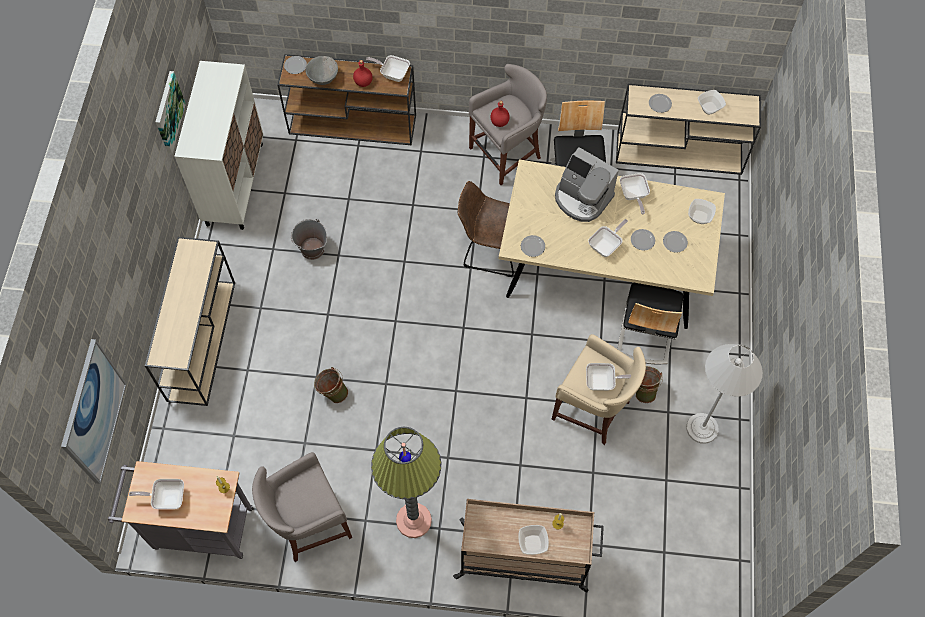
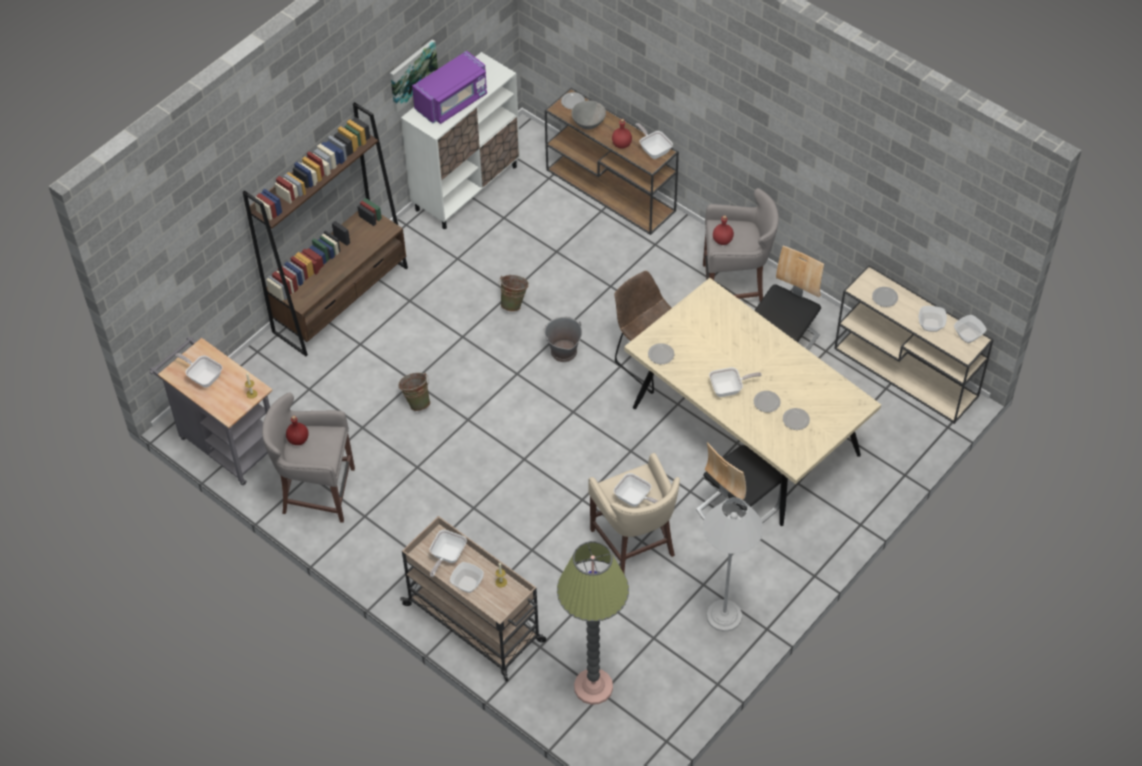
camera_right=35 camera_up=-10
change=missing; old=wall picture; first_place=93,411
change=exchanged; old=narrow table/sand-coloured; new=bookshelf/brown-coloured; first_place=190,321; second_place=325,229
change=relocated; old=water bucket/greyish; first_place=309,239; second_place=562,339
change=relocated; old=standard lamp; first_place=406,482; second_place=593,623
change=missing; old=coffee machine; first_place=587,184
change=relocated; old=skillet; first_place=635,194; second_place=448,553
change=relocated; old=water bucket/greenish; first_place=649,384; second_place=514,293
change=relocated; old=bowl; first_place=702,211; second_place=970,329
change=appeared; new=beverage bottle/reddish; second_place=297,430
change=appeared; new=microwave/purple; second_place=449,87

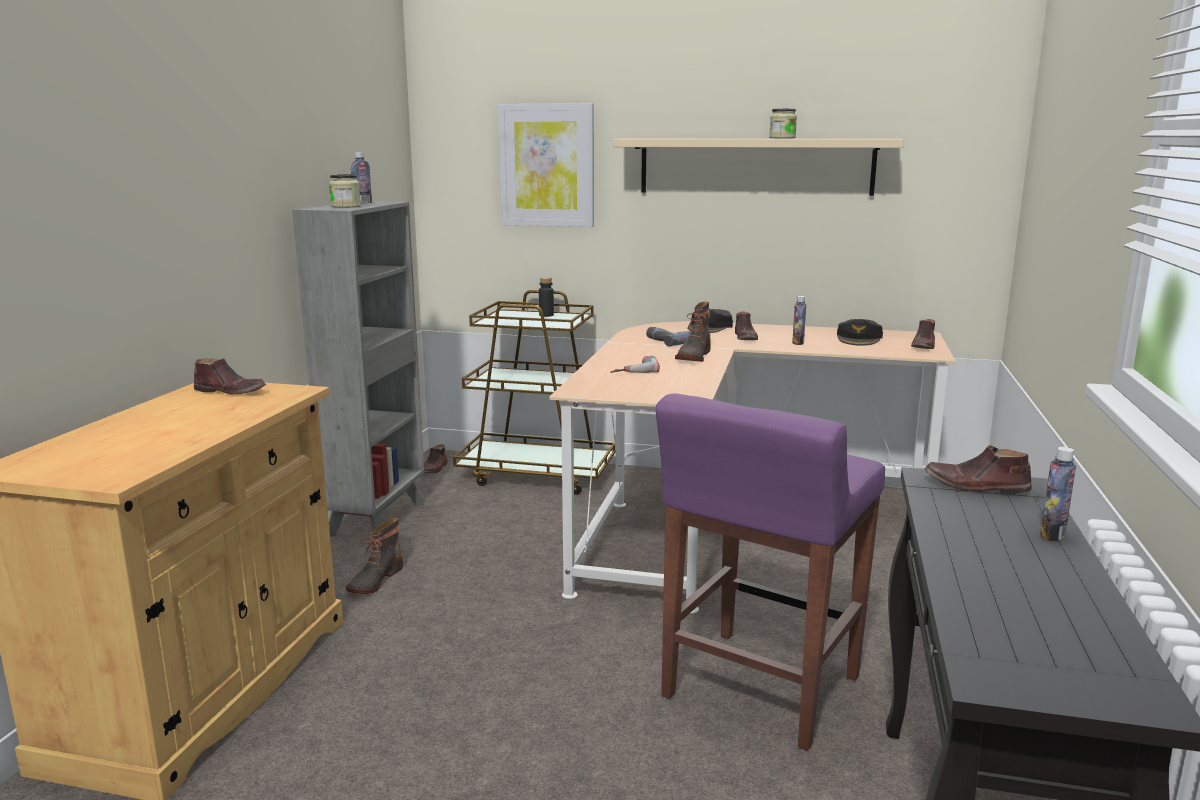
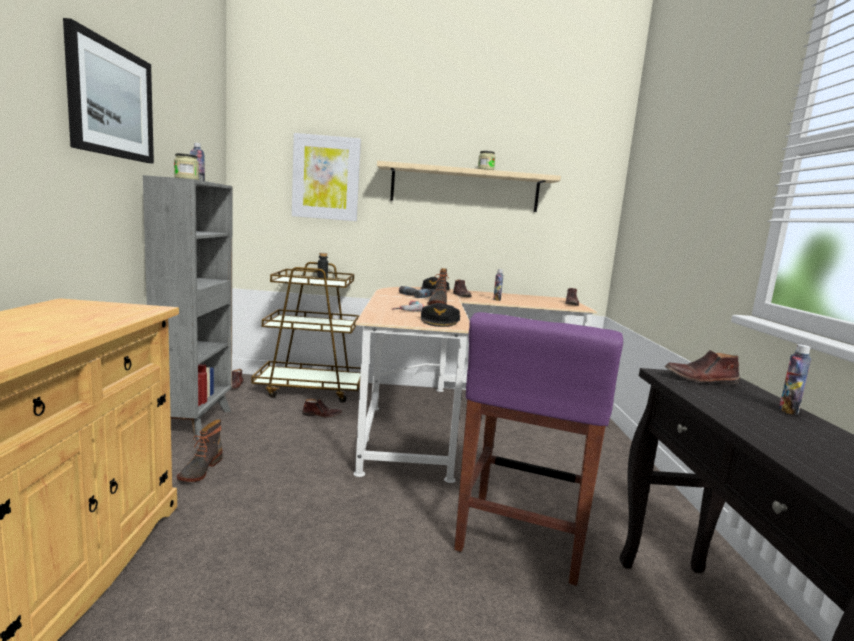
camera_right=-15 camera_up=-5
change=relocated; old=item of footwear/brown-coloured; first_place=230,376; second_place=322,408
change=relocated; old=cap/black-coloured; first_place=860,332; second_place=440,315
change=appeared; new=wall picture; second_place=108,91

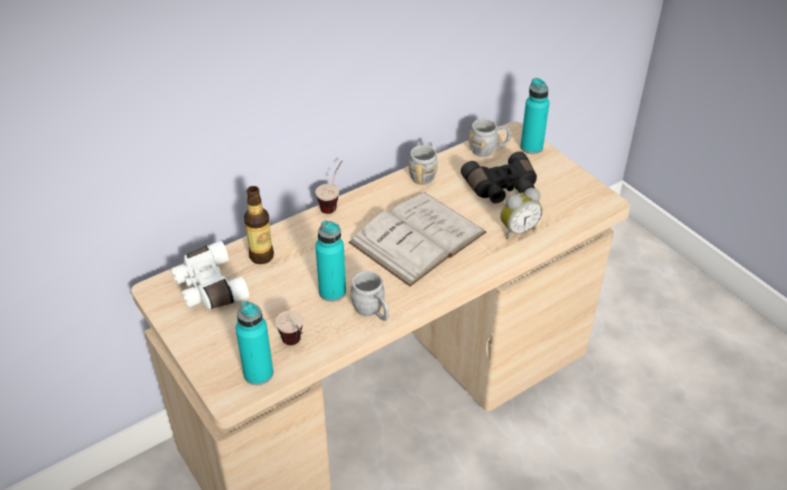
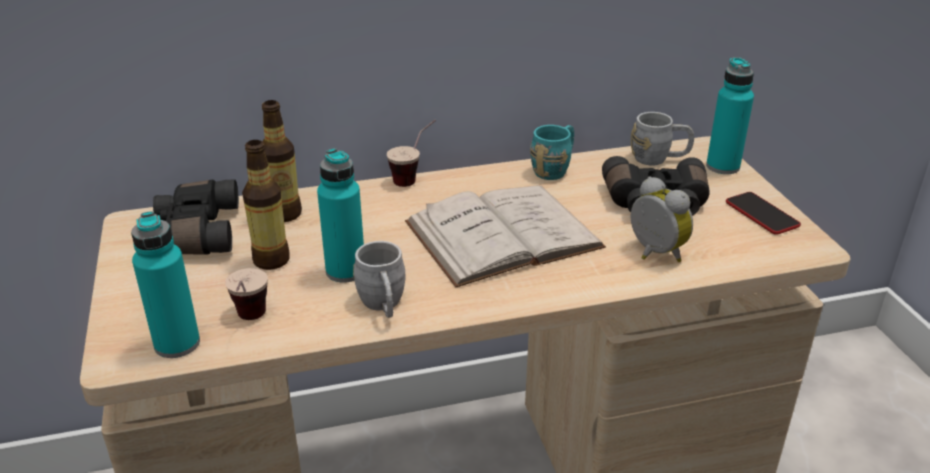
camera_right=20 camera_up=-10
change=colour; old=pair of binoculars/whitish; new=pair of binoculars/black-coloured; first_place=210,275; second_place=196,217
change=colour; old=tea mug/greyish; new=tea mug/turquoise-coloured; first_place=423,163; second_place=552,152
change=spun; old=bedside clock; first_place=521,213; second_place=662,219; degrees=-120
change=appeared; new=beverage bottle; second_place=266,205
change=appeared; new=handset; second_place=763,213

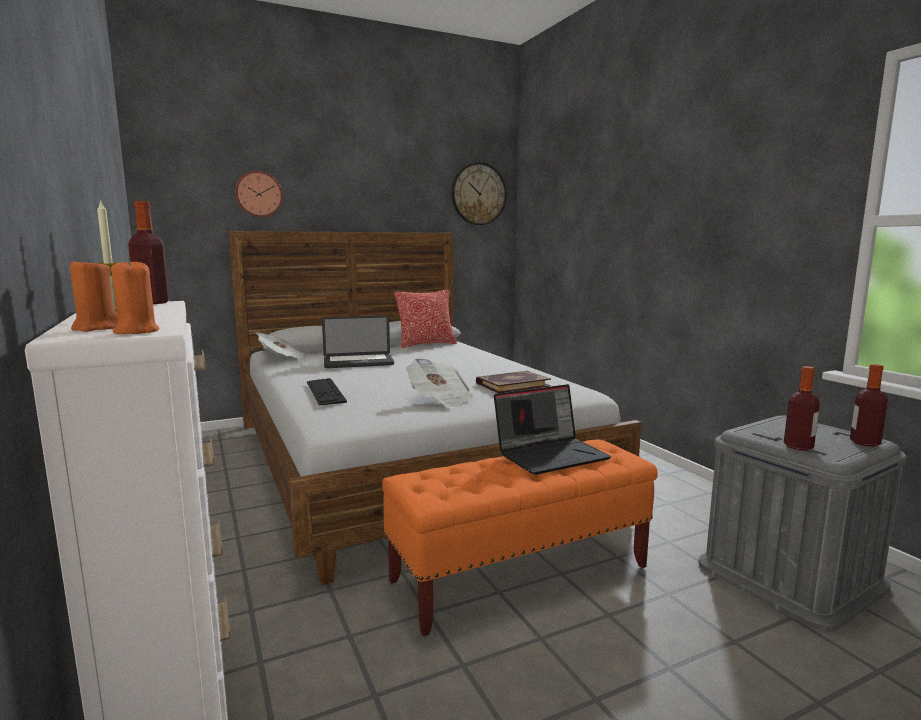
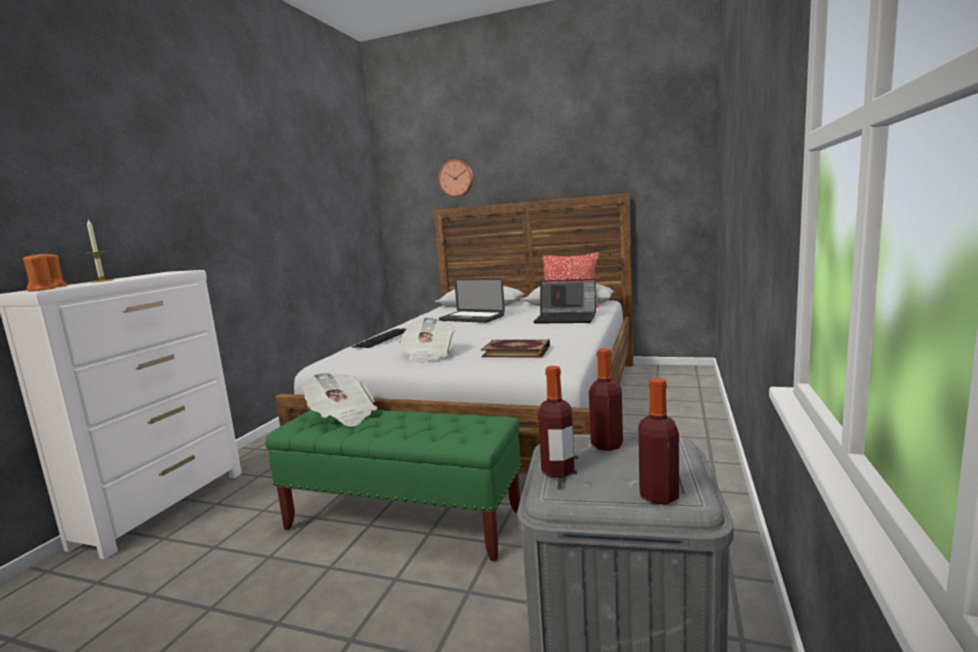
camera_right=45 camera_up=0
change=relocated; old=beverage bottle; first_place=149,252; second_place=606,399
change=relocated; old=daily paper; first_place=281,346; second_place=339,399
change=colour; old=indoor bench/orange-coloured; new=indoor bench/greenish; first_place=520,538; second_place=393,486
change=missing; old=clock on the wall; first_place=479,193
change=relocated; old=portable computer; first_place=552,429; second_place=564,301

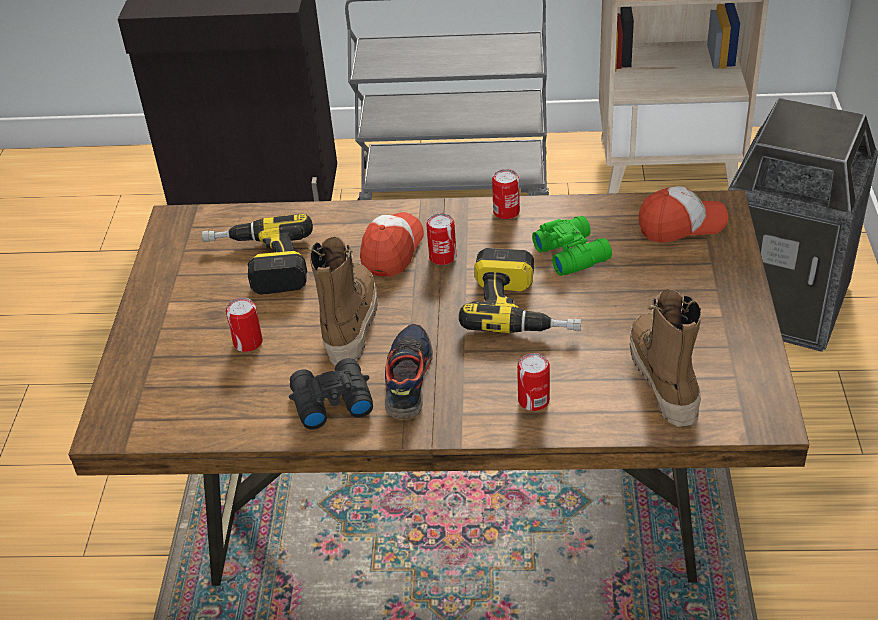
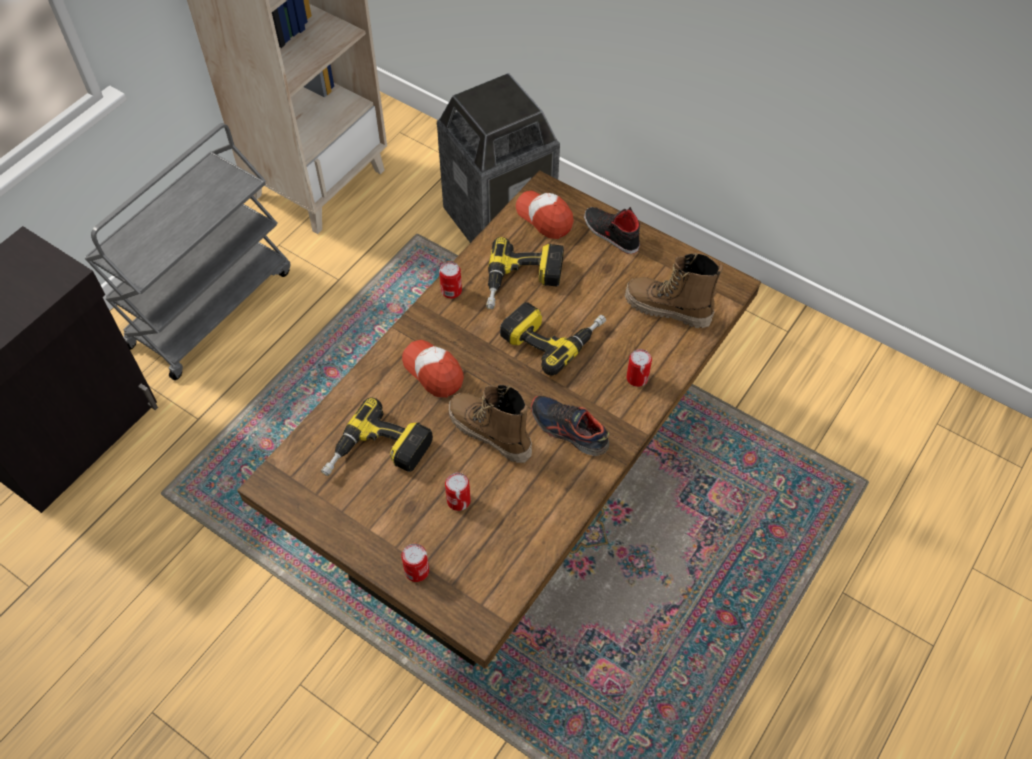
camera_right=-60 camera_up=15
change=missing; old=pair of binoculars/black-coloured; first_place=331,394
change=relocated; old=sealed can; first_place=441,239; second_place=415,563
change=exchanged; old=pair of binoculars/greenish; new=drill; first_place=572,246; second_place=525,273
change=spun; old=cap; first_place=683,214; second_place=545,215; degrees=-60
change=appeared; new=item of footwear/black-coloured; second_place=612,230

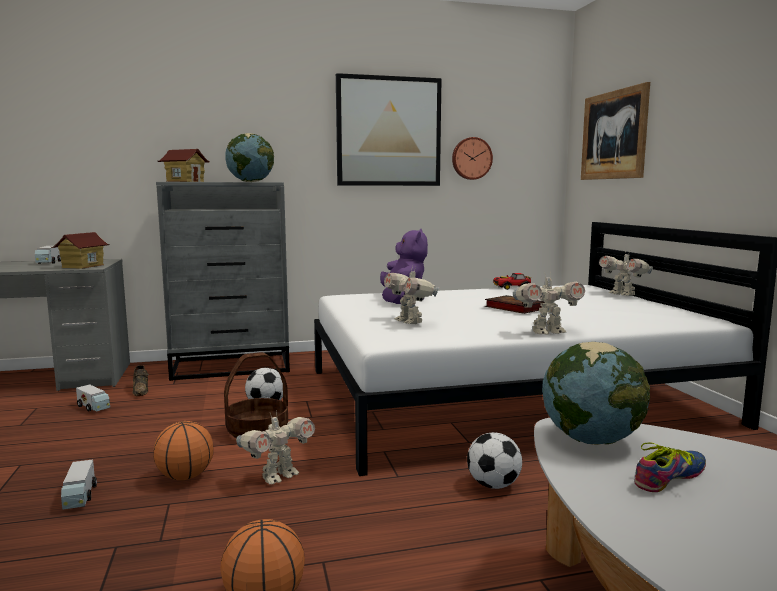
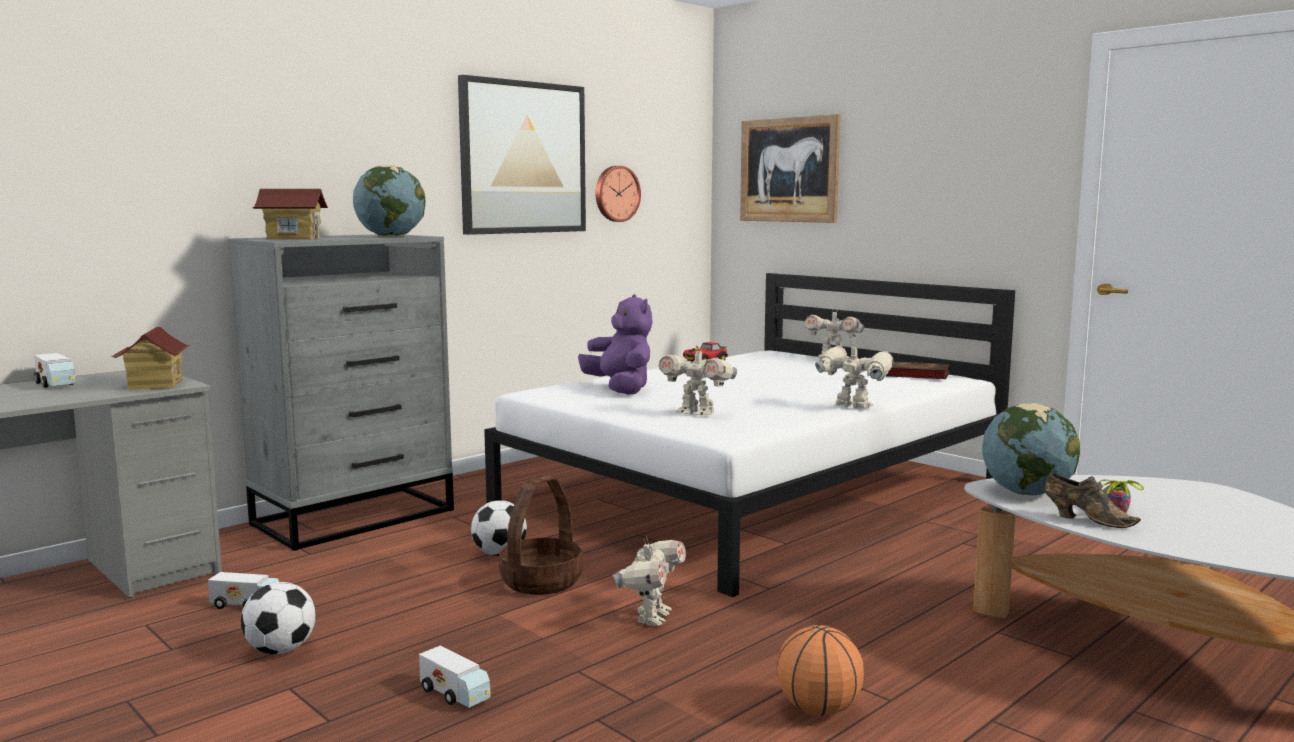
camera_right=-30 camera_up=0
change=relocated; old=item of footwear/brown-coloured; first_place=140,380; second_place=1092,500
change=missing; old=ball for basketball; first_place=183,450
change=relocated; old=ball for football; first_place=494,460; second_place=278,618
change=relocated; old=volume; first_place=515,304; second_place=918,370
change=spun; old=toy robot; first_place=549,302; second_place=854,375; degrees=-105

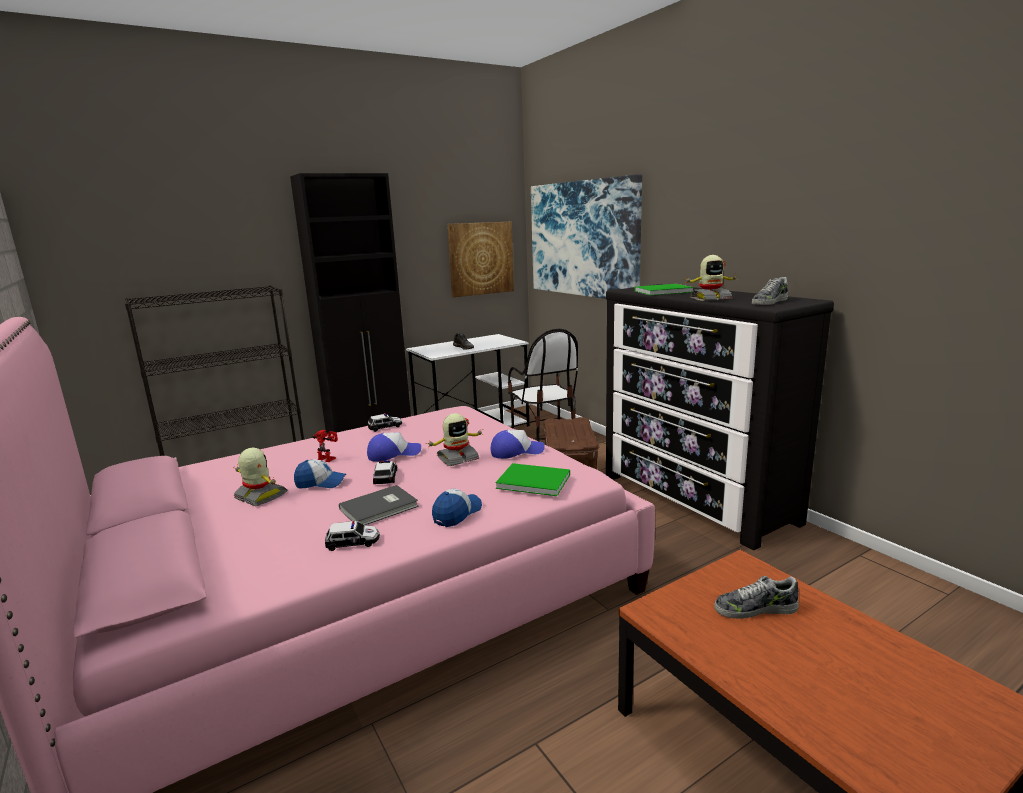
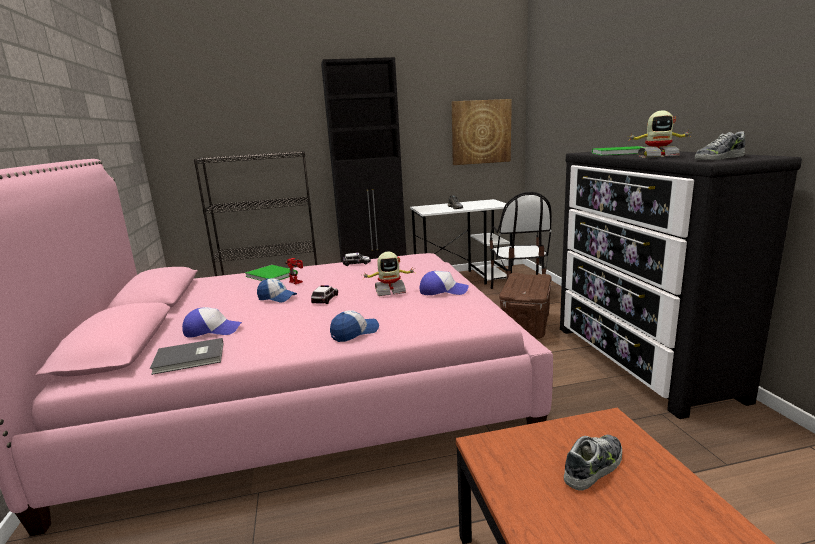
camera_right=20 camera_up=0
change=missing; old=toy robot; first_place=260,477
change=missing; old=toy car; first_place=352,536
change=relocated; old=volume/greyish; first_place=379,505; second_place=186,356
change=relocated; old=cap; first_place=394,447; second_place=212,322
change=relocated; old=volume/greenish; first_place=532,479; second_place=271,273
change=missing; old=wall picture; first_place=586,236
change=spun; old=item of footwear; first_place=756,597; second_place=593,463; degrees=120

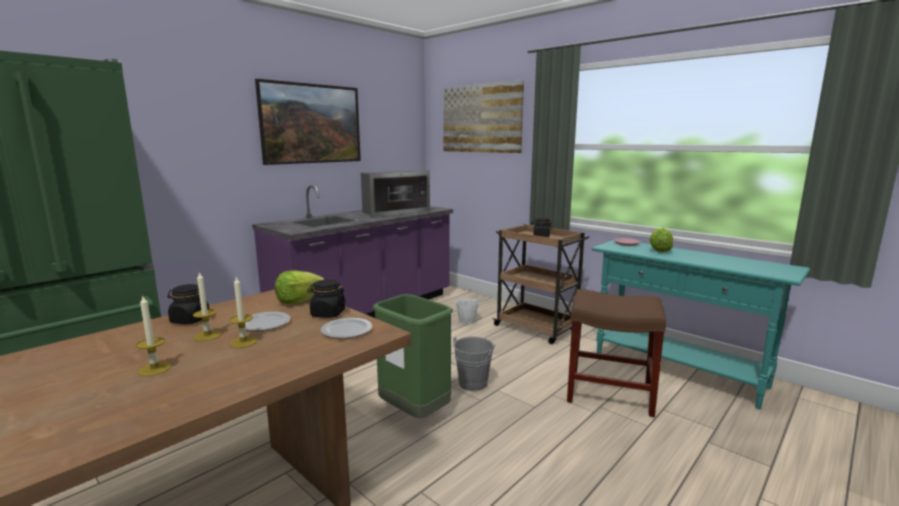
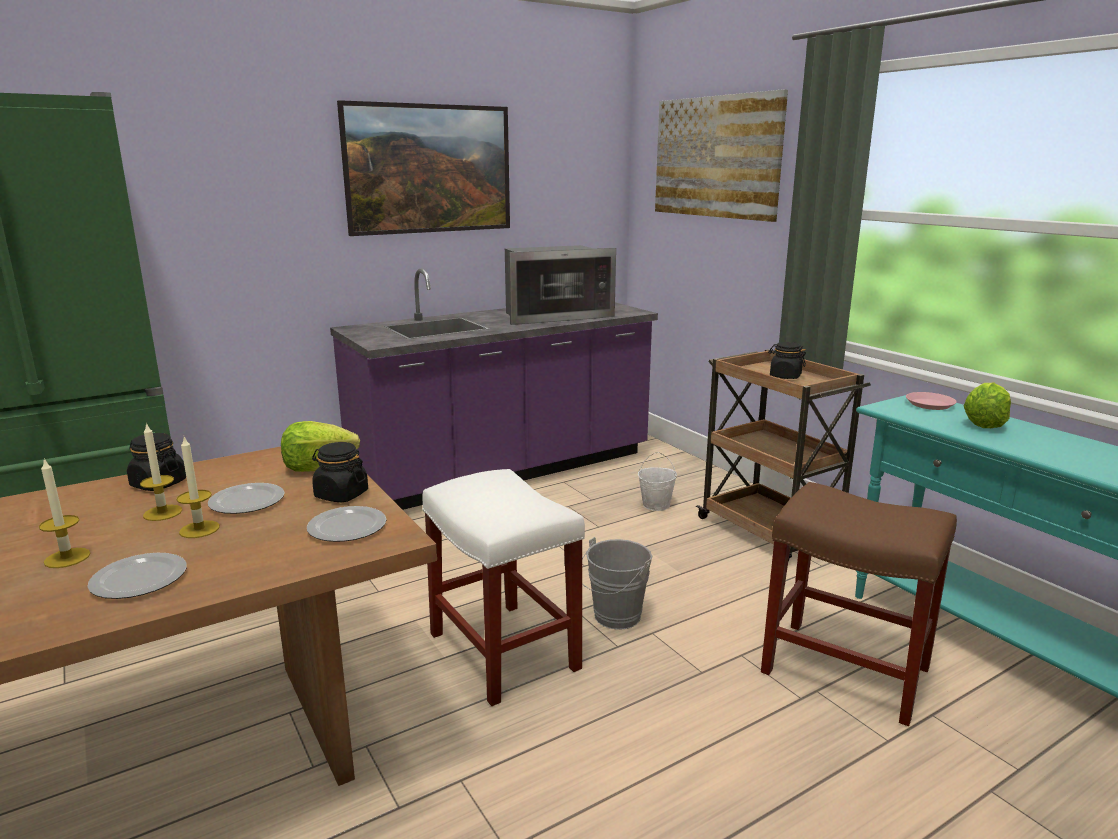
camera_right=15 camera_up=5
change=exchanged; old=waste bin/greenish; new=stool/whitish; first_place=413,356; second_place=503,587
change=appeared; new=dinner plate; second_place=137,576

